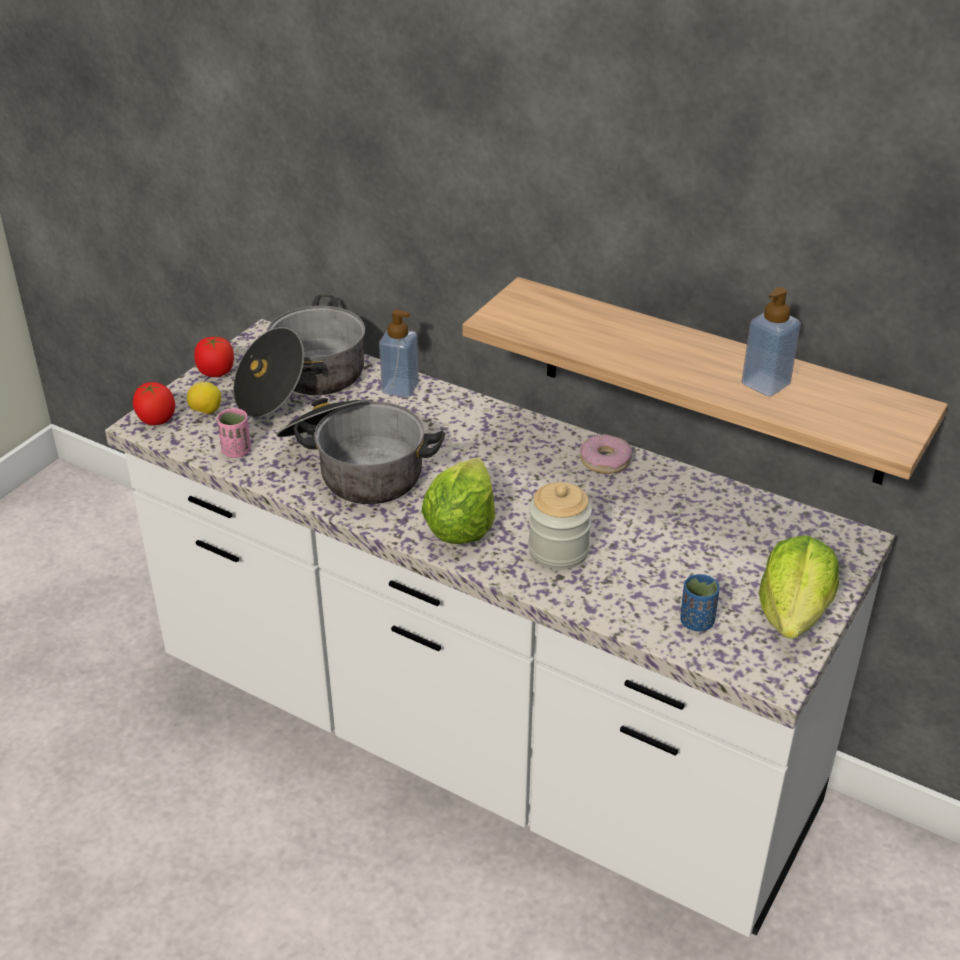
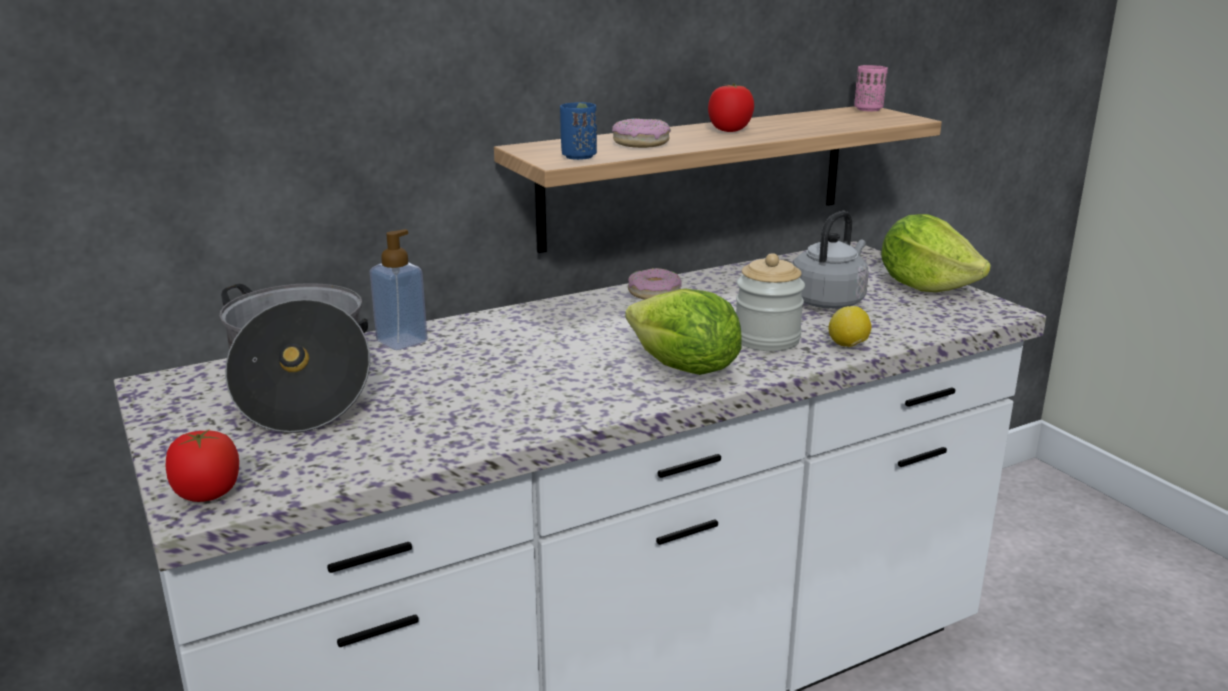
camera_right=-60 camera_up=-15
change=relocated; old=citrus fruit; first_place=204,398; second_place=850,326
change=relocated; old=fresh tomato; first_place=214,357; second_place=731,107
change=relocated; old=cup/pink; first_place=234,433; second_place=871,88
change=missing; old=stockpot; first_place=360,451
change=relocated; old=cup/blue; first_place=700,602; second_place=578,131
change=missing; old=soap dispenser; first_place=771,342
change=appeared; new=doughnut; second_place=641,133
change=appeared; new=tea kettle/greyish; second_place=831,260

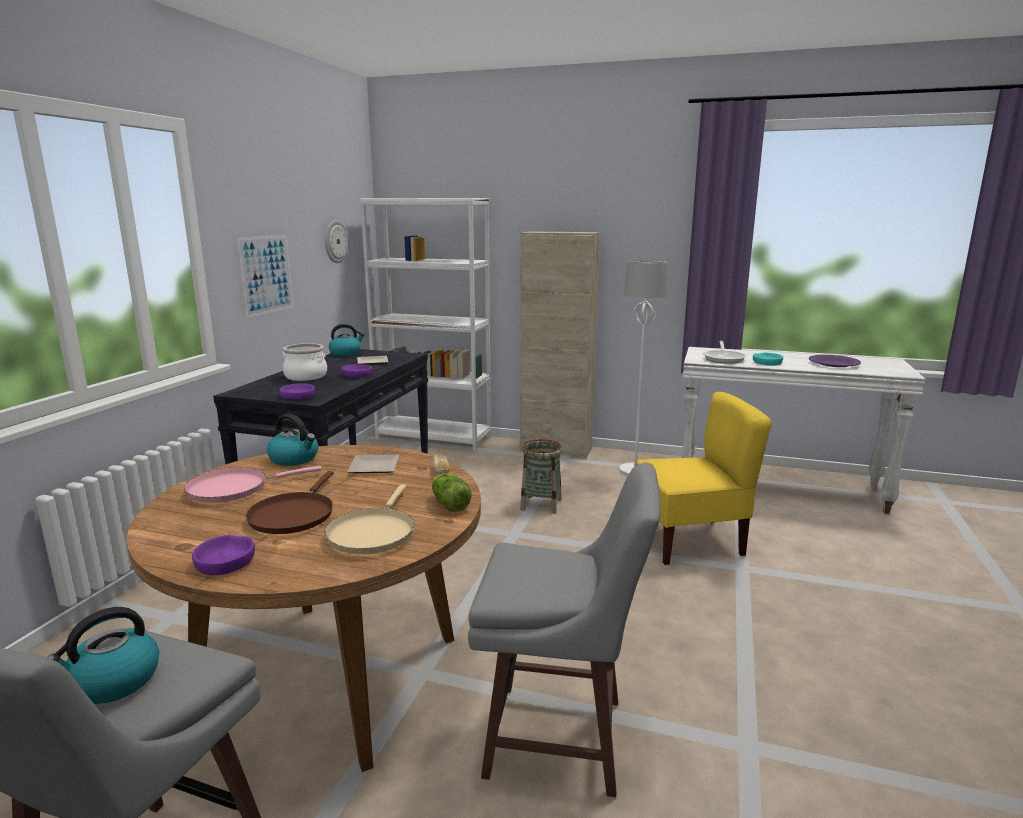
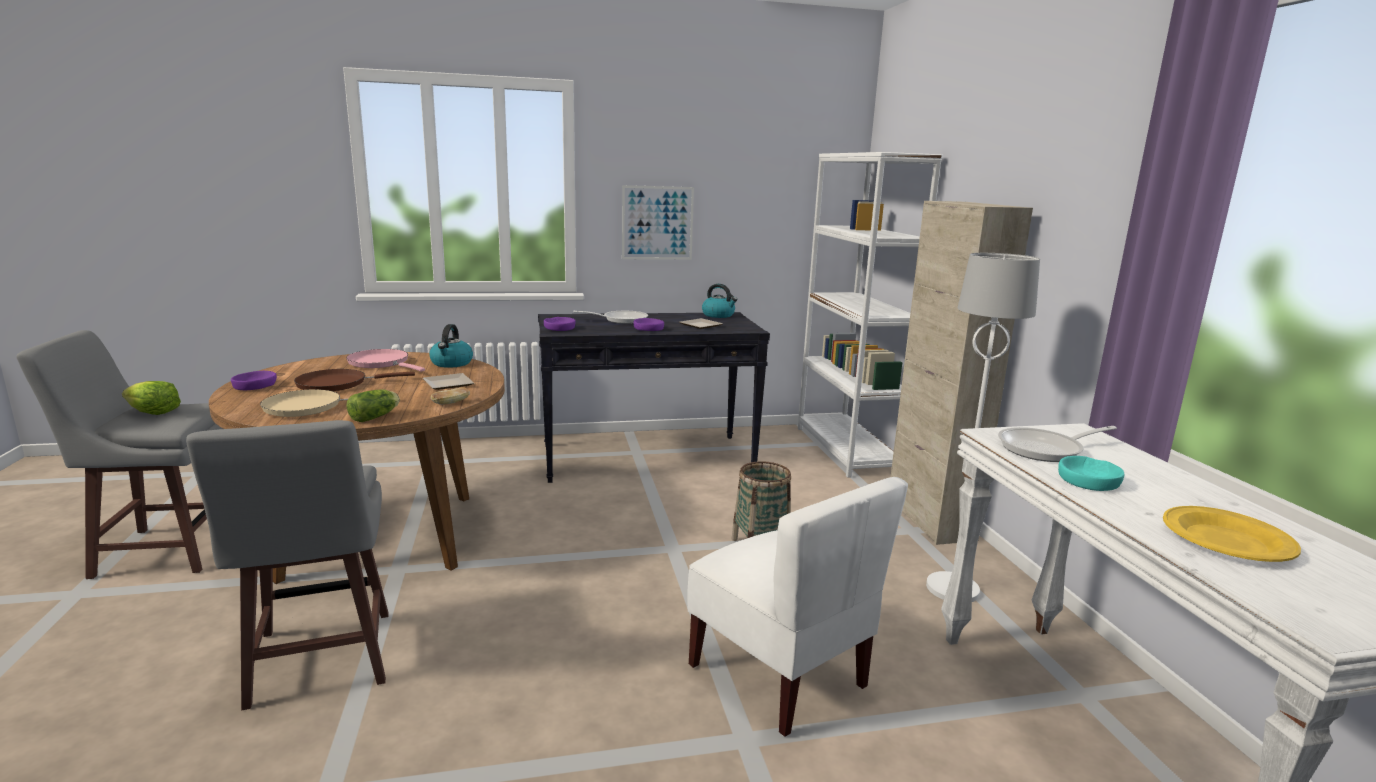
camera_right=60 camera_up=0
change=exchanged; old=tea kettle; new=head of lettuce; first_place=103,655; second_place=151,398
change=exchanged; old=stockpot; new=skillet; first_place=305,362; second_place=611,317
change=missing; old=clock on the wall; first_place=337,241
change=colour; old=upright chair/yellowish; new=upright chair/whitish; first_place=704,479; second_place=797,607
change=colour; old=dinner plate/purple; new=dinner plate/yellowish; first_place=835,361; second_place=1232,534

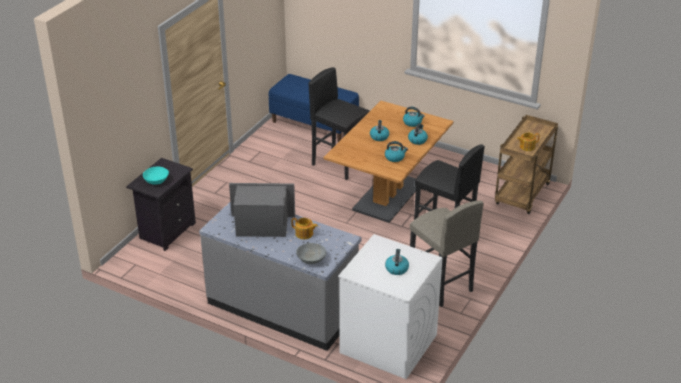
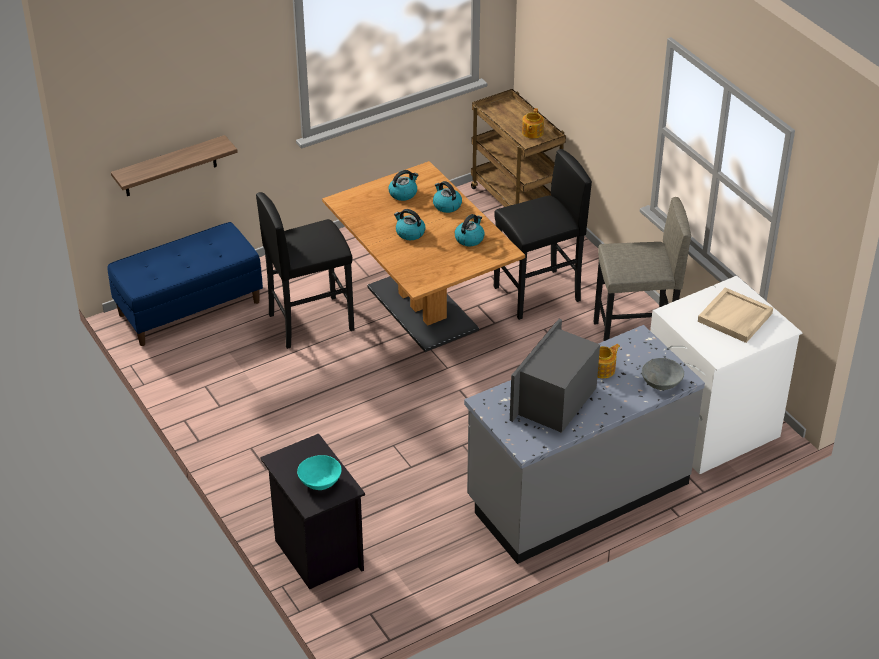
camera_right=-60 camera_up=5
change=exchanged; old=tea kettle; new=serving tray/sand-coloured; first_place=397,262; second_place=735,315
change=appeared; new=shelf; second_place=174,165

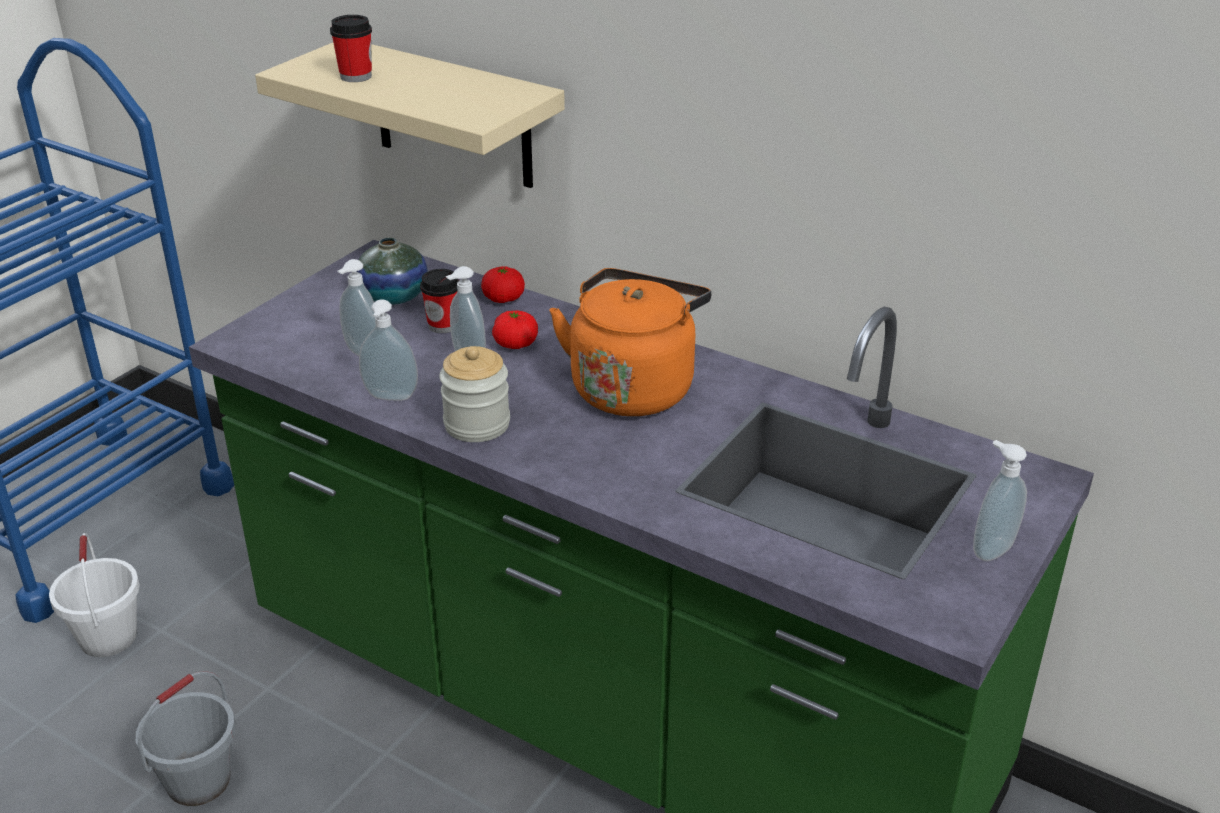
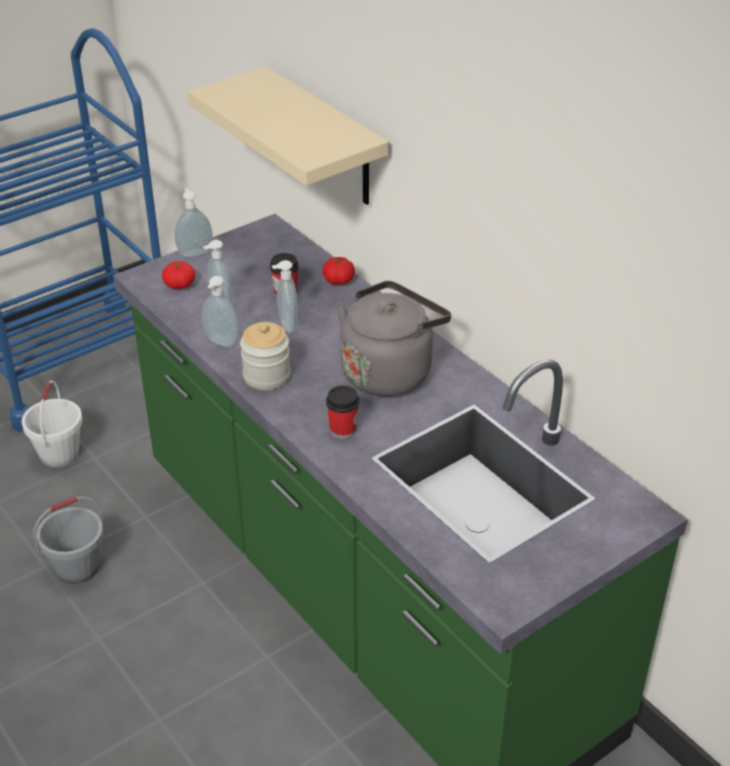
camera_right=20 camera_up=5
change=relocated; old=cup; first_place=351,48; second_place=343,412
change=missing; old=vase; first_place=392,271
change=relocated; old=fresh tomato; first_place=515,329; second_place=179,275
change=colour; old=tea kettle/orange-coloured; new=tea kettle/greyish; first_place=630,342; second_place=394,338
change=relocated; old=soap dispenser; first_place=1000,500; second_place=194,222

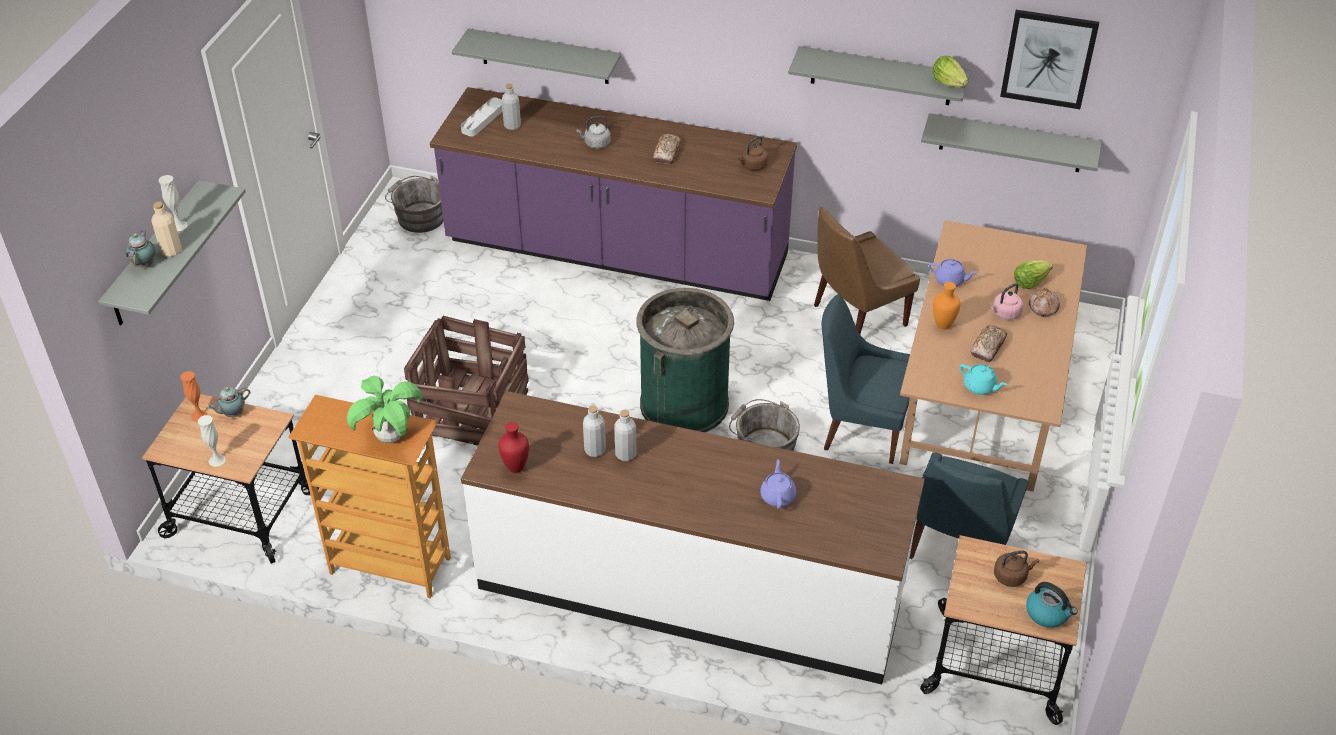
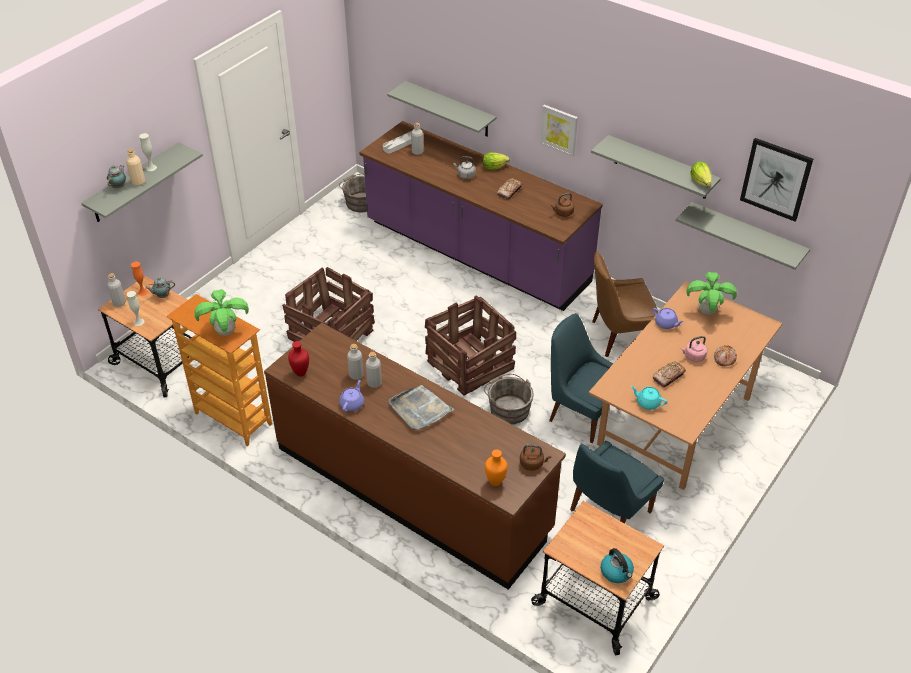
camera_right=20 camera_up=0
change=colour; old=kitchen counter/whitish; new=kitchen counter/brown-coloured; first_place=693,537; second_place=415,456
change=exchanged; old=waste bin/greenish; new=packing crate; first_place=685,360; second_place=470,345
change=relocated; old=tea pot/purple; first_place=778,484; second_place=351,396
change=relocated; old=vase/orange-coloured; first_place=947,306; second_place=496,467
change=spun; old=tea pot/turquoise-coloured; first_place=983,379; second_place=649,398; degrees=150
change=relocated; old=tea kettle/brown-coloured; first_place=1016,568; second_place=535,458
change=relocated; old=head of lettuce; first_place=1033,274; second_place=496,161
change=appeared; new=beverage bottle/greyish; second_place=116,290
change=appeared; new=serving tray/greyish; second_place=422,407
change=appeared; new=wall picture; second_place=559,131
change=appeared; new=plant in a pot; second_place=711,293

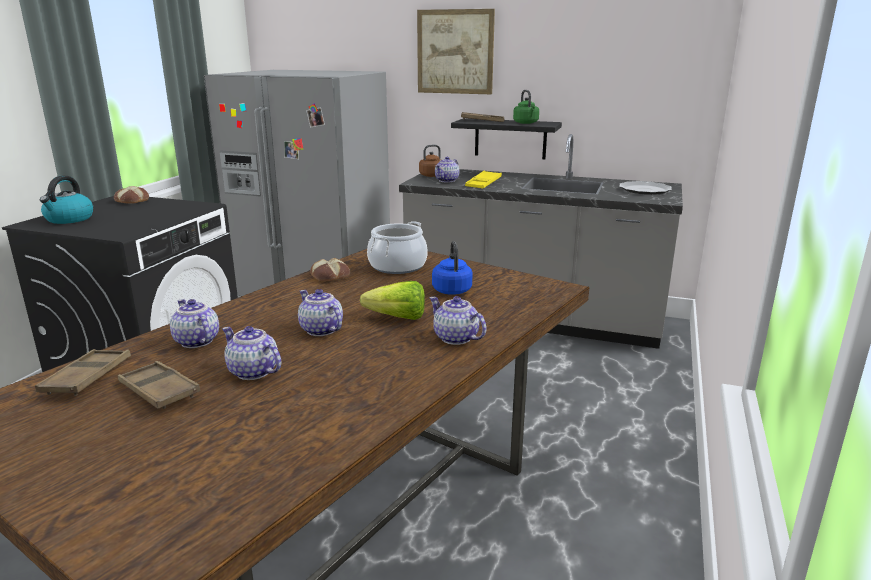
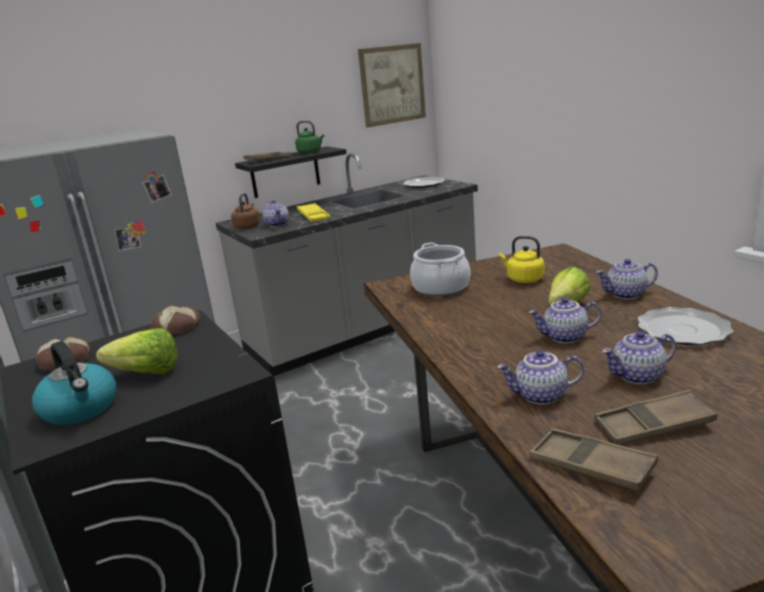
camera_right=-50 camera_up=0
change=relocated; old=bakery bread; first_place=330,269; second_place=175,319
change=relocated; old=wall picture; first_place=456,51; second_place=392,85
change=colour; old=tea kettle/blue; new=tea kettle/yellowish; first_place=452,268; second_place=522,259
change=appeared; new=head of lettuce; second_place=137,351
change=appeared; new=dinner plate; second_place=685,326

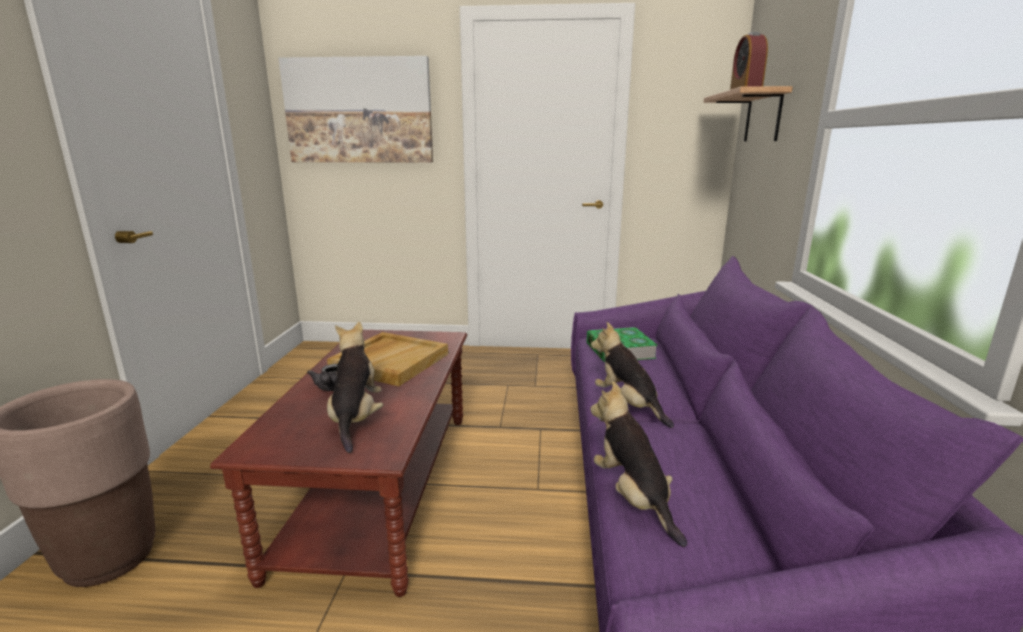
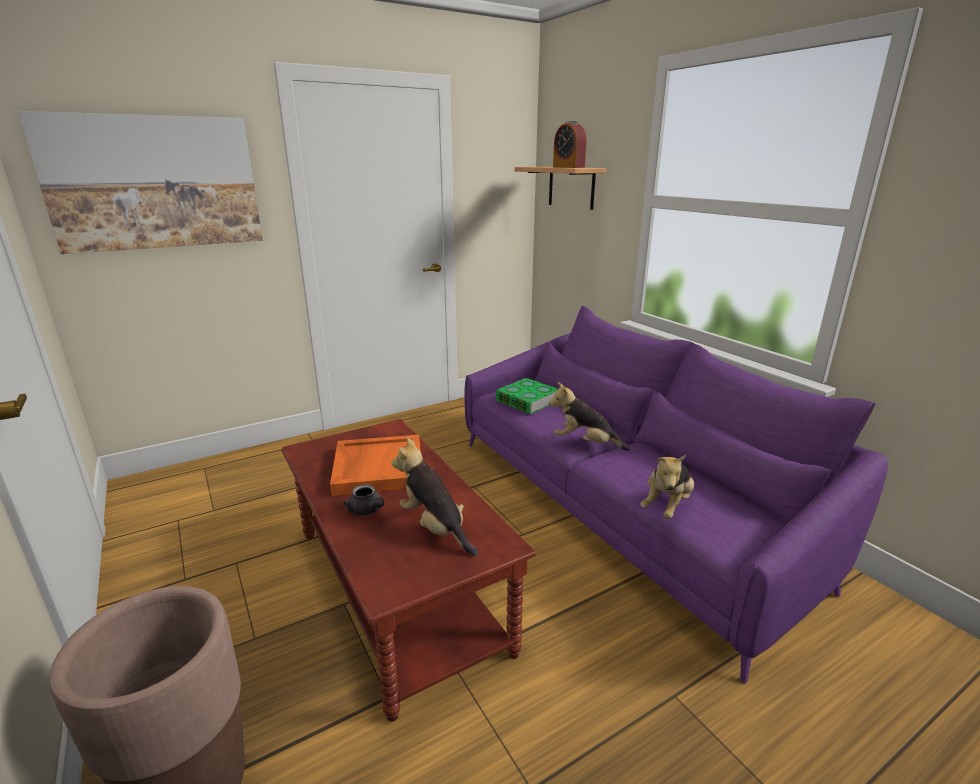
camera_right=-35 camera_up=5
change=colour; old=serving tray/sand-coloured; new=serving tray/orange-coloured; first_place=387,359; second_place=375,465
change=spun; old=soft toy; first_place=638,464; second_place=667,487; degrees=-90

